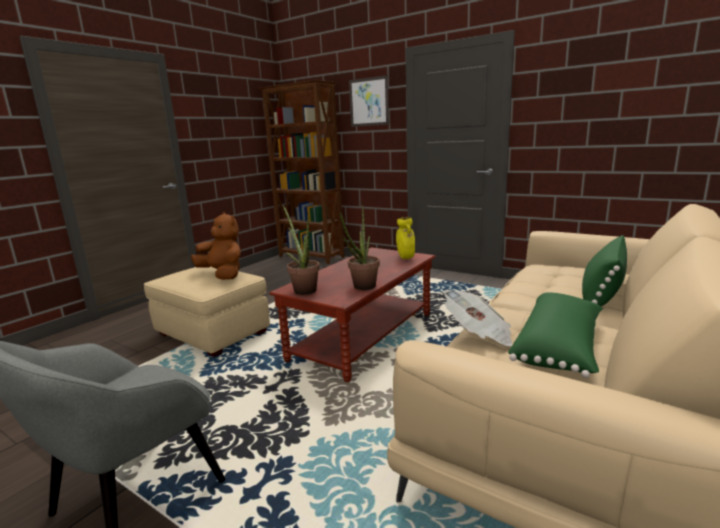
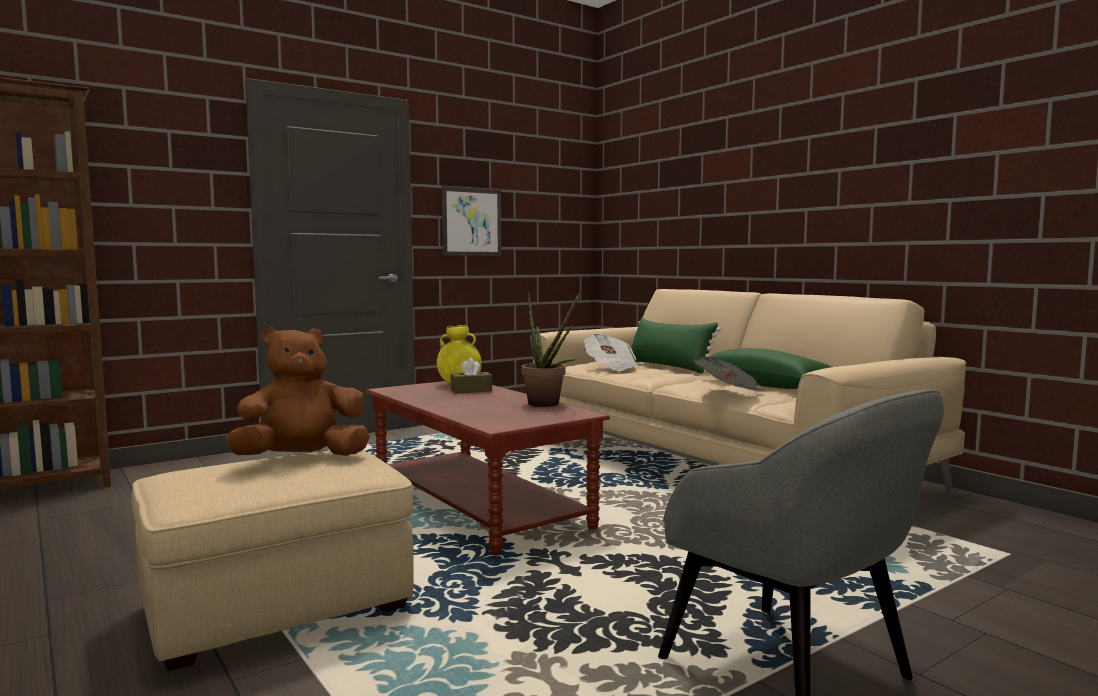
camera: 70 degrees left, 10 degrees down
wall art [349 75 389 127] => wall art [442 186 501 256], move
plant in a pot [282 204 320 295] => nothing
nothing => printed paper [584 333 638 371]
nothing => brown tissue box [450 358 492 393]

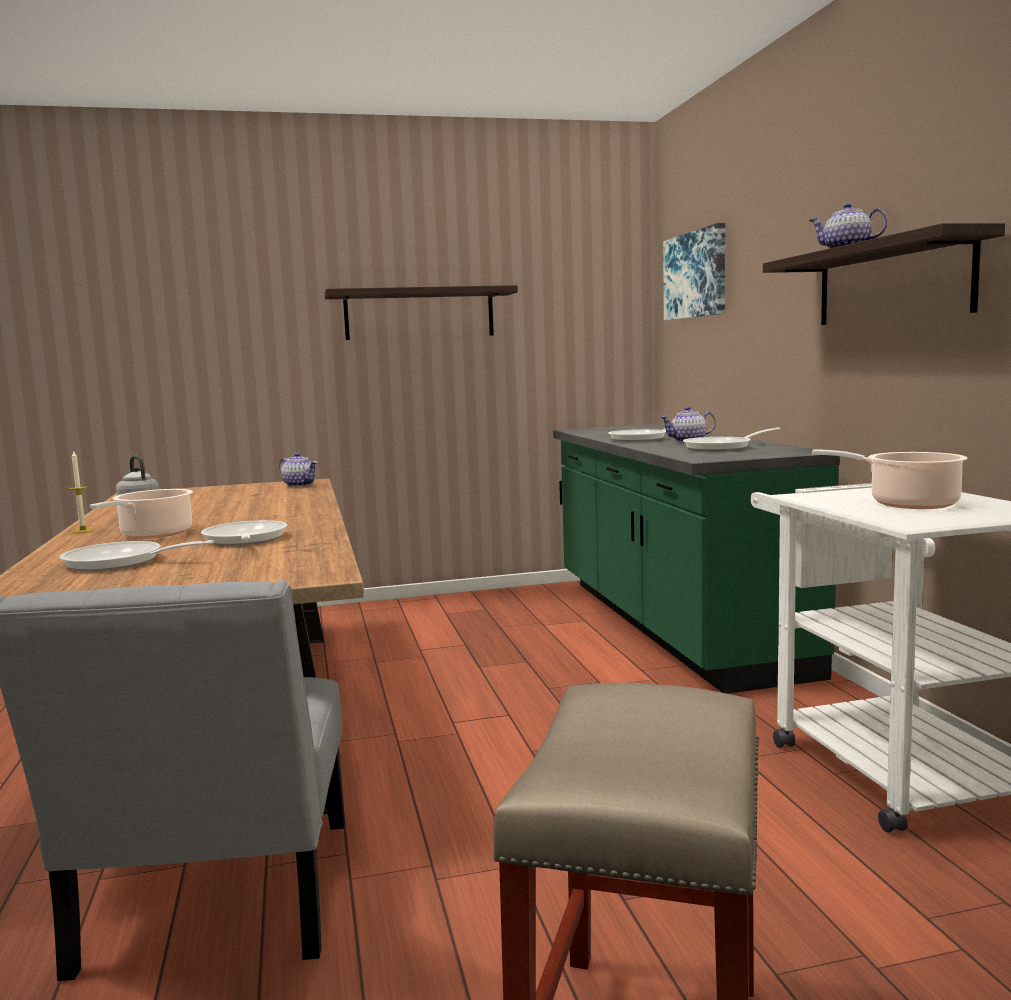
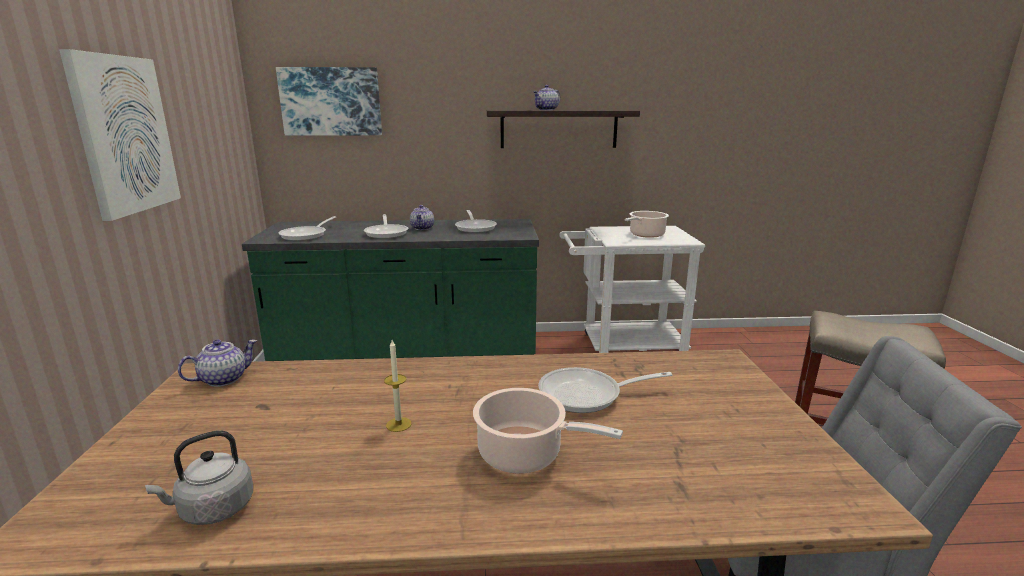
camera: 80 degrees left, 10 degrees up
wall shelf [325 285 518 340] => wall art [59 49 181 221]
wax candle [68 450 95 533] => wax candle [384 340 411 432], move
skillet [59 540 214 571] => skillet [278 216 336 241], move

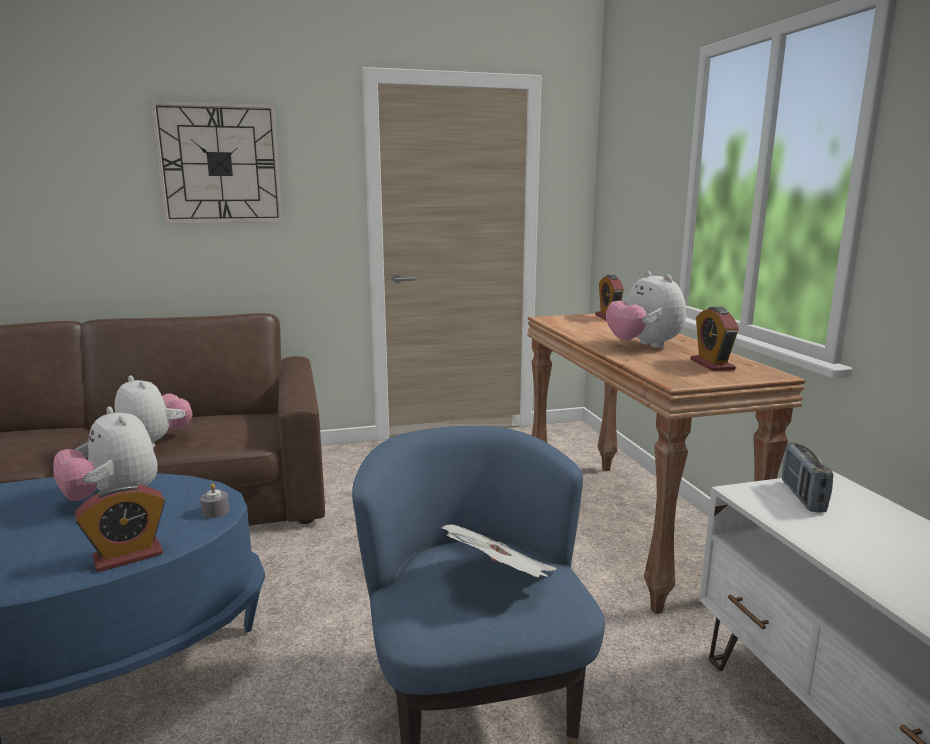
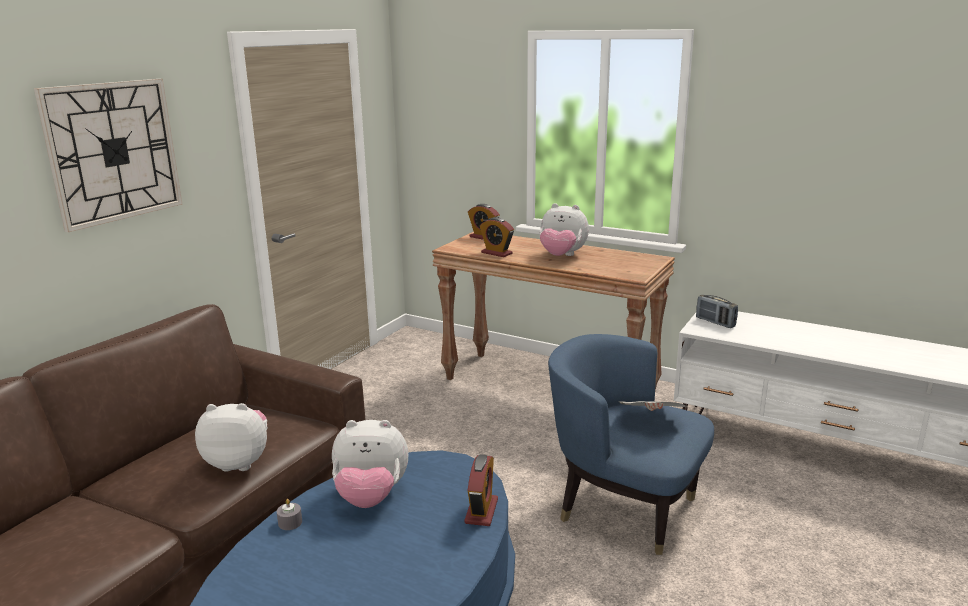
camera: 45 degrees left, 5 degrees up
table clock [691 307 739 371] => table clock [480 217 514 257], move
gray wax candle [200 483 229 518] => gray wax candle [277 499 302 530], move

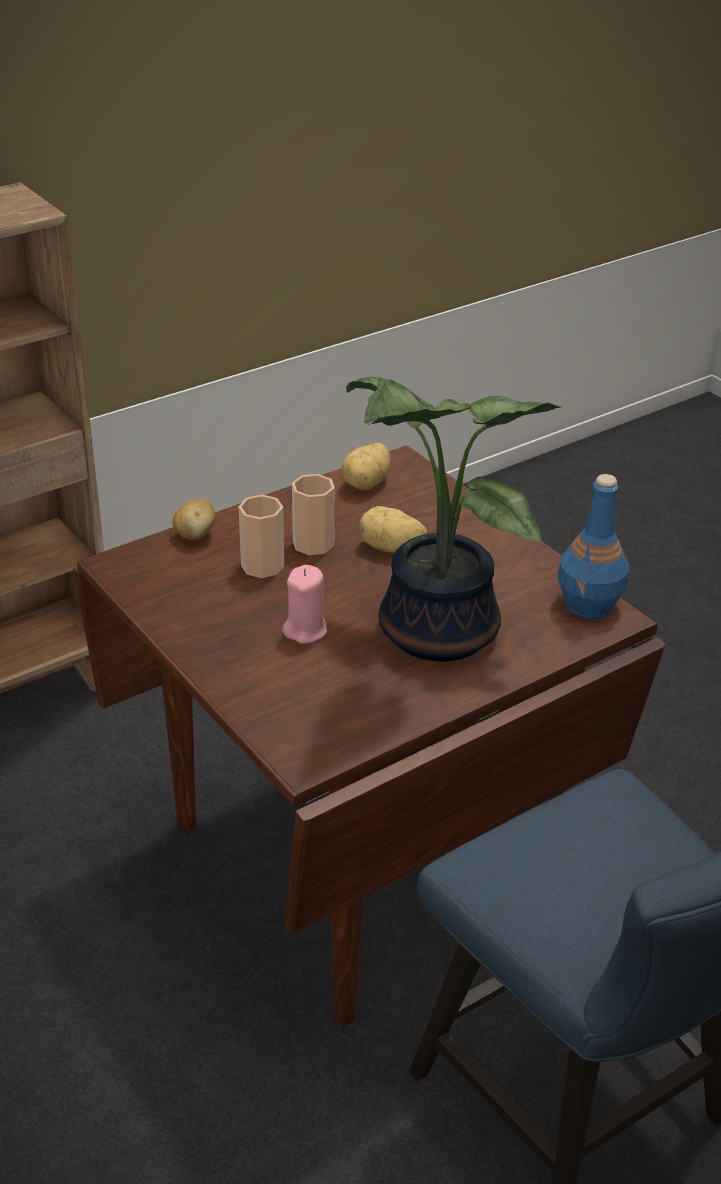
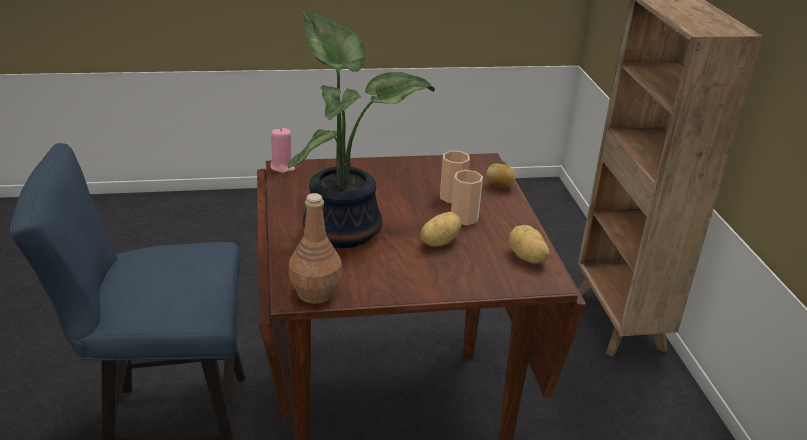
camera: 115 degrees right, 5 degrees down
blue-coloured beverage bottle [558 474 630 619] => brown beverage bottle [289 193 342 304]
pinkish wax candle [282 565 327 644] => pinkish wax candle [270 127 295 173], move

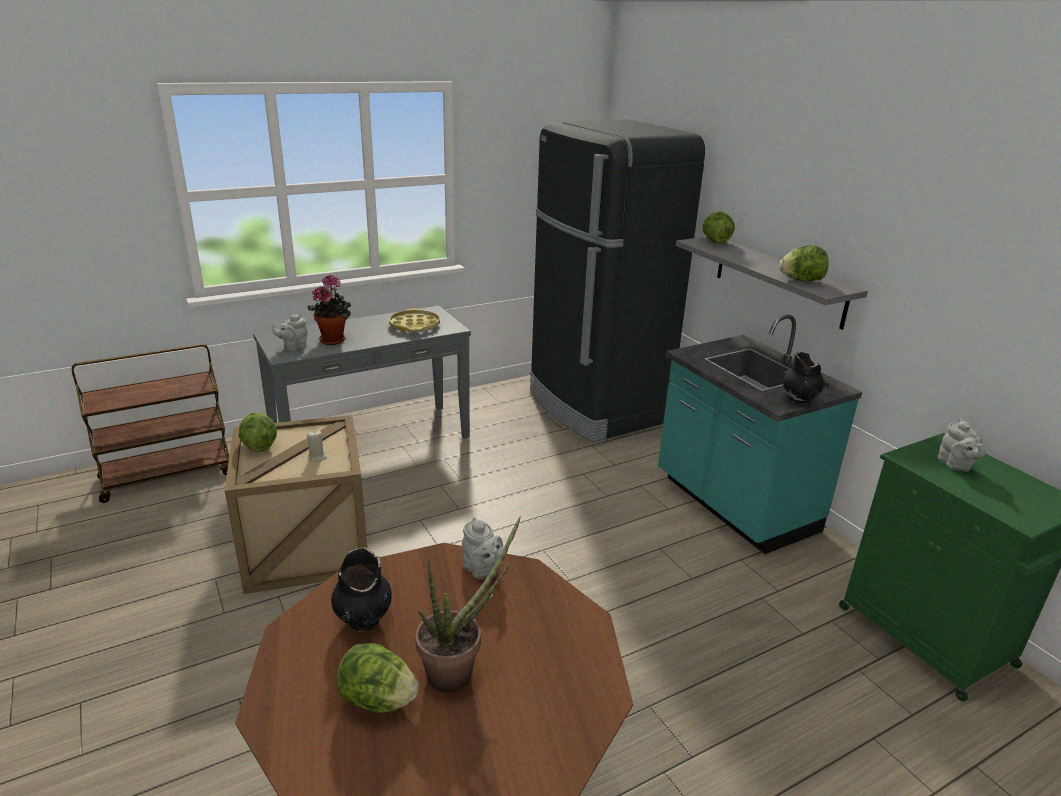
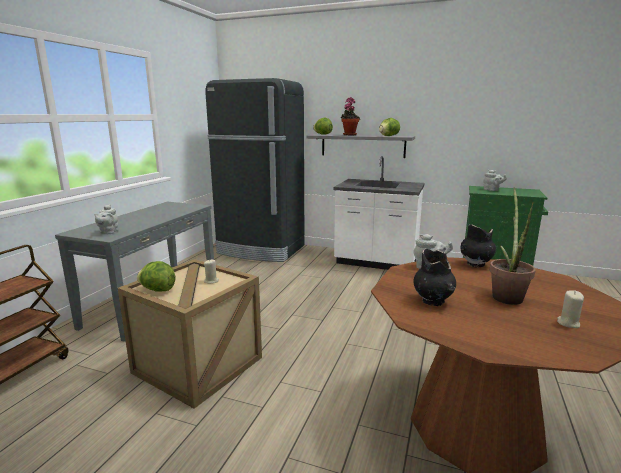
camera: 40 degrees left, 10 degrees down
plant in a pot [308 274 351 345] => plant in a pot [341 97 360 135], move
yellow serving tray [389 308 440 333] => nothing
turquoise-coloured kitchen counter [658 315 862 554] => white-coloured kitchen counter [334 156 424 270]
black-coloured decorative vase [781 351 829 405] => black-coloured decorative vase [460 224 497 267], move
lettuce head [337 643 419 713] => nothing
nothing => beige wax candle [557 290 584 328]

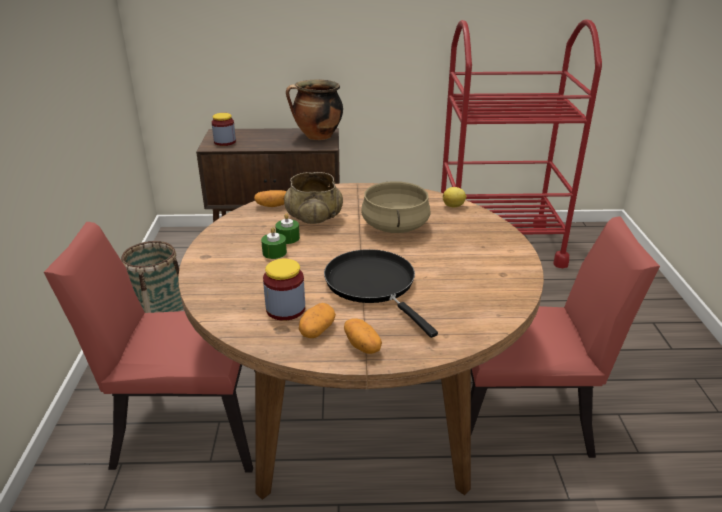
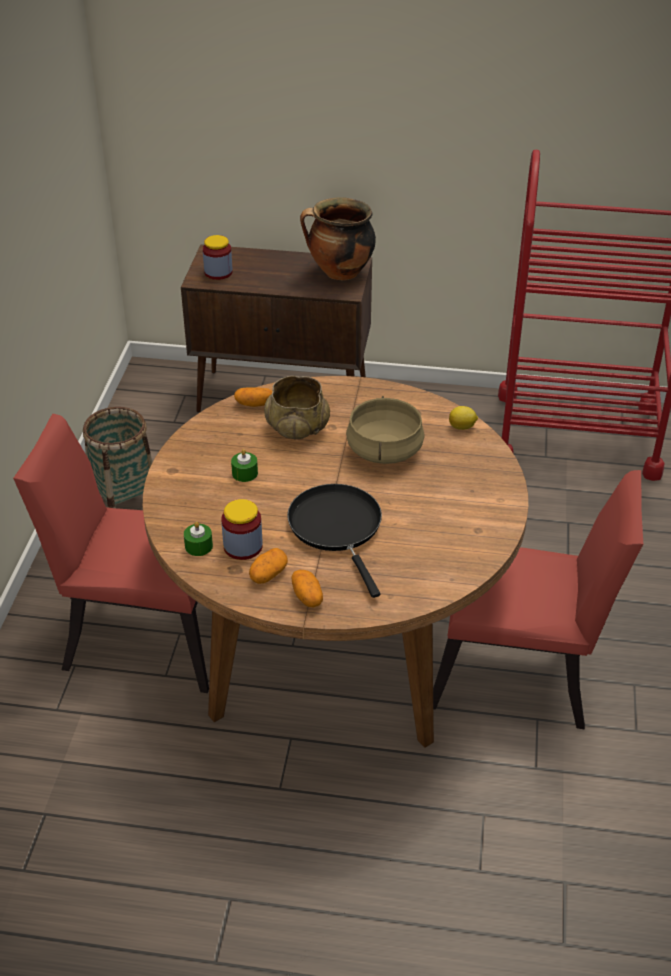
camera: 10 degrees right, 10 degrees up
greenish wax candle [275 213 300 244] => greenish wax candle [184 522 213 556], move

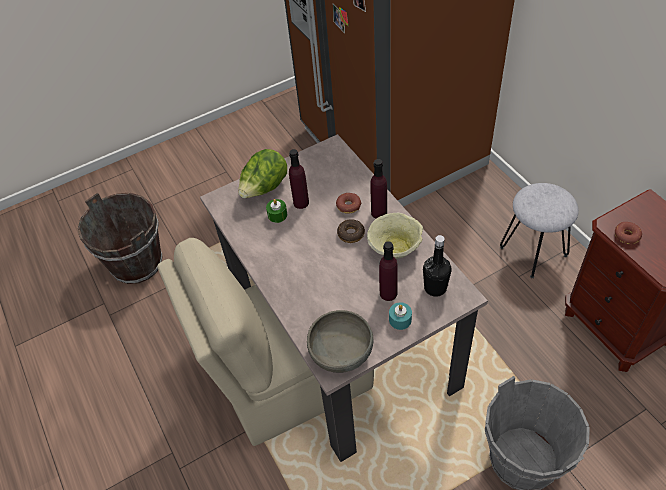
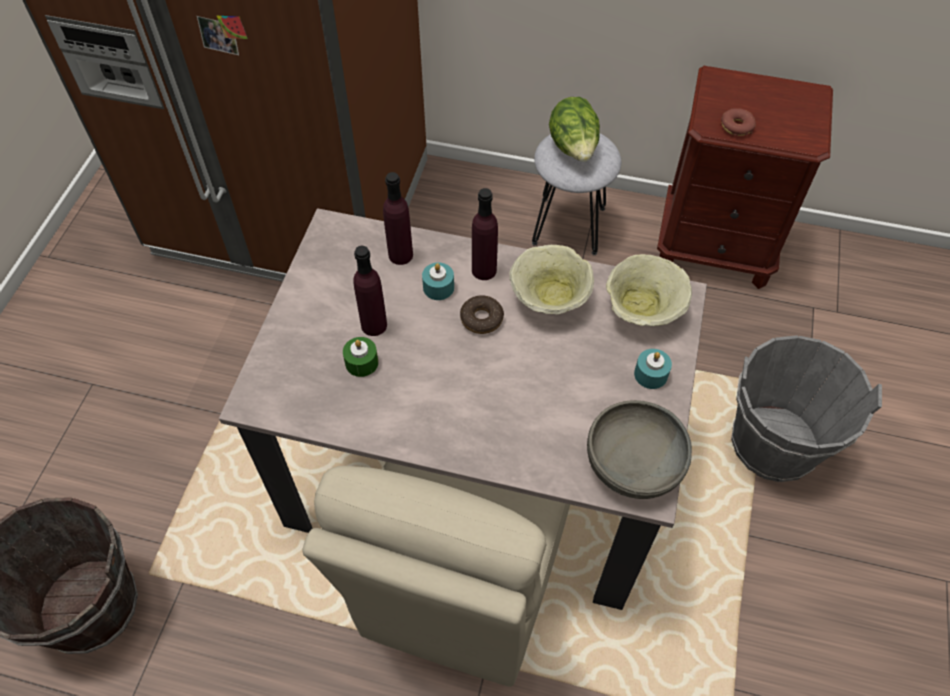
camera: 50 degrees left, 5 degrees up
lettuce head [238 149 287 198] => lettuce head [549 97 600 162], move
donut [336 193 361 214] => turquoise-coloured wax candle [422 262 454 300]
black-coloured beverage bottle [423 235 452 297] => beige bowl [606 254 692 326]
purple beverage bottle [379 241 398 301] => purple beverage bottle [383 172 413 265], move

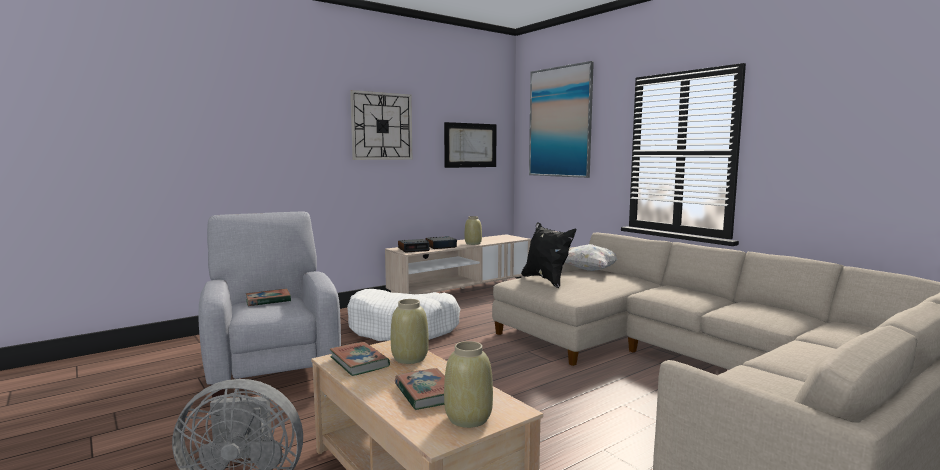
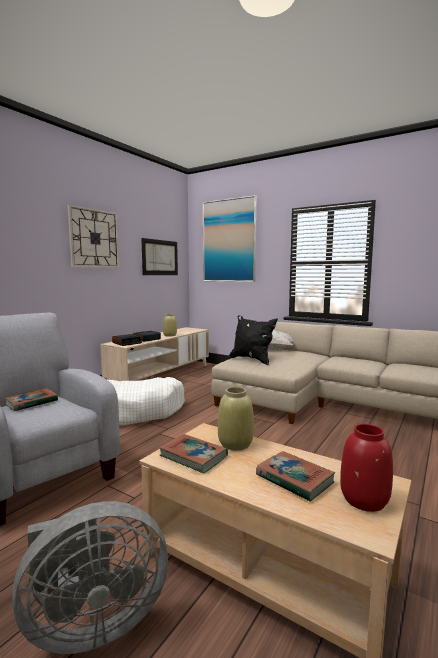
camera: 20 degrees left, 0 degrees up
beige decorative vase [444 341 493 428] => reddish decorative vase [340 424 393 512]

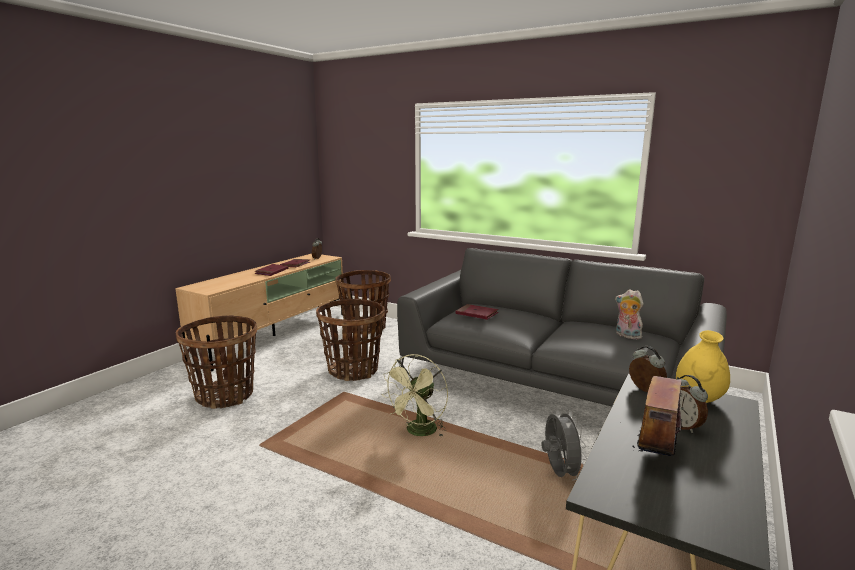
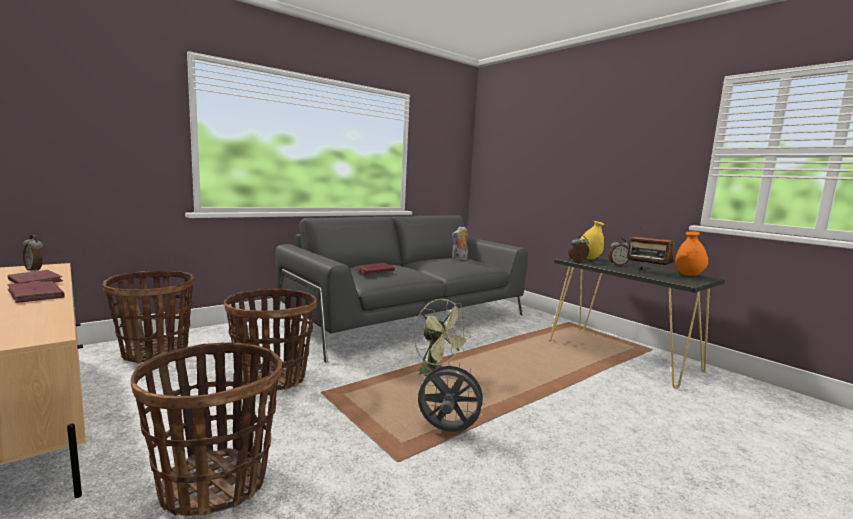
camera: 70 degrees left, 5 degrees down
gray fan [541 409 587 480] => gray fan [417 361 488 432], move
nothing => orange-coloured decorative vase [675 231 708 276]

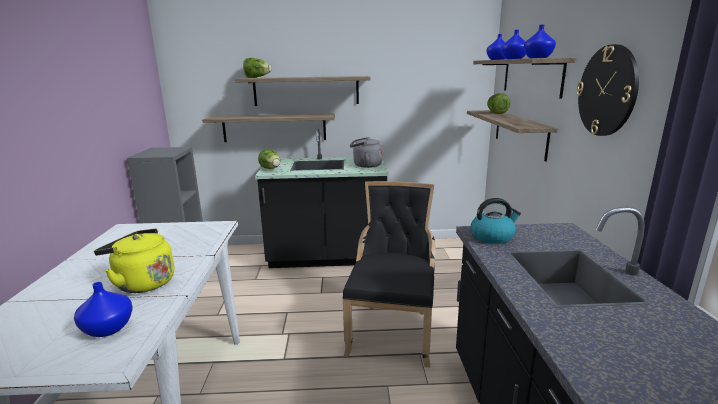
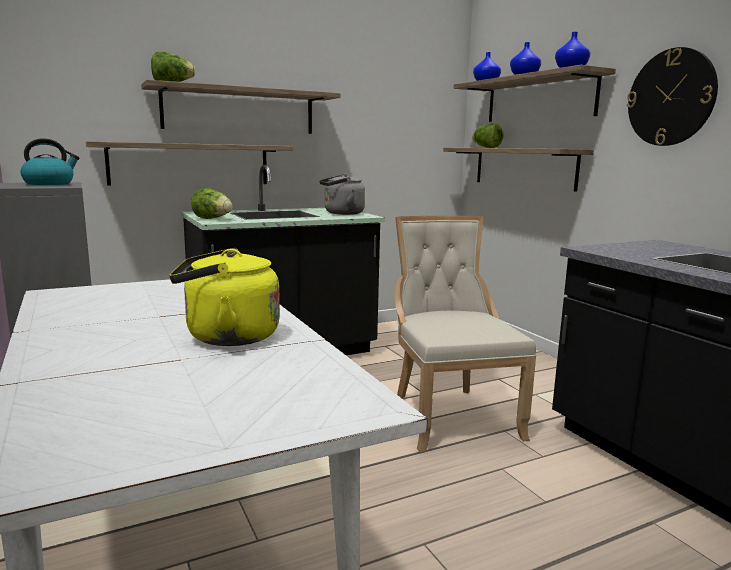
camera: 25 degrees left, 5 degrees down
black-coloured plain chair [343 181 436 368] => beige plain chair [394 216 537 452]
water kettle [471 198 521 244] => water kettle [20 138 79 185], move
blue-coloured decorative vase [74 282 132 337] => nothing

